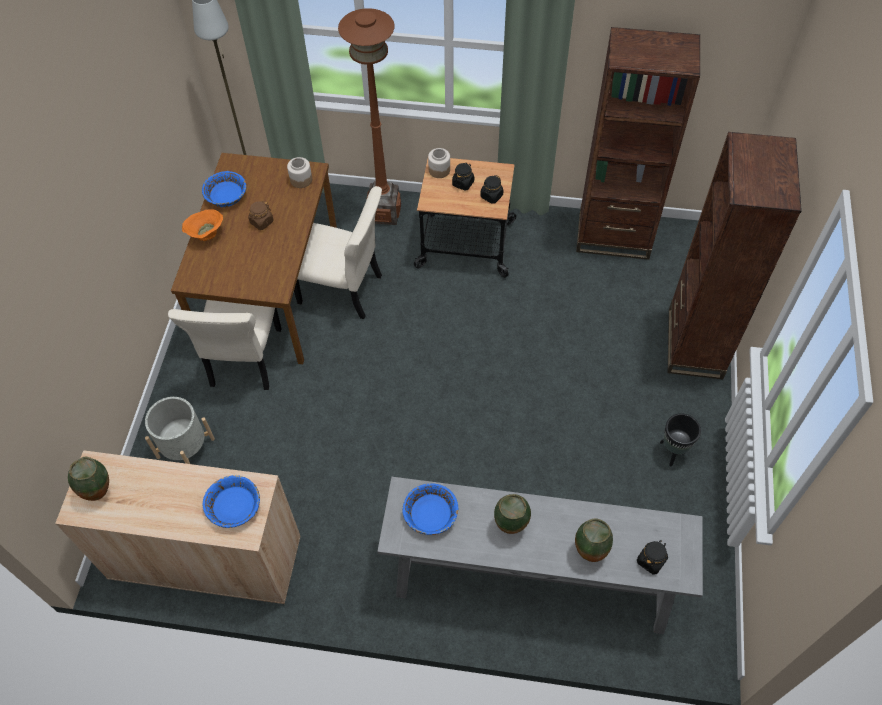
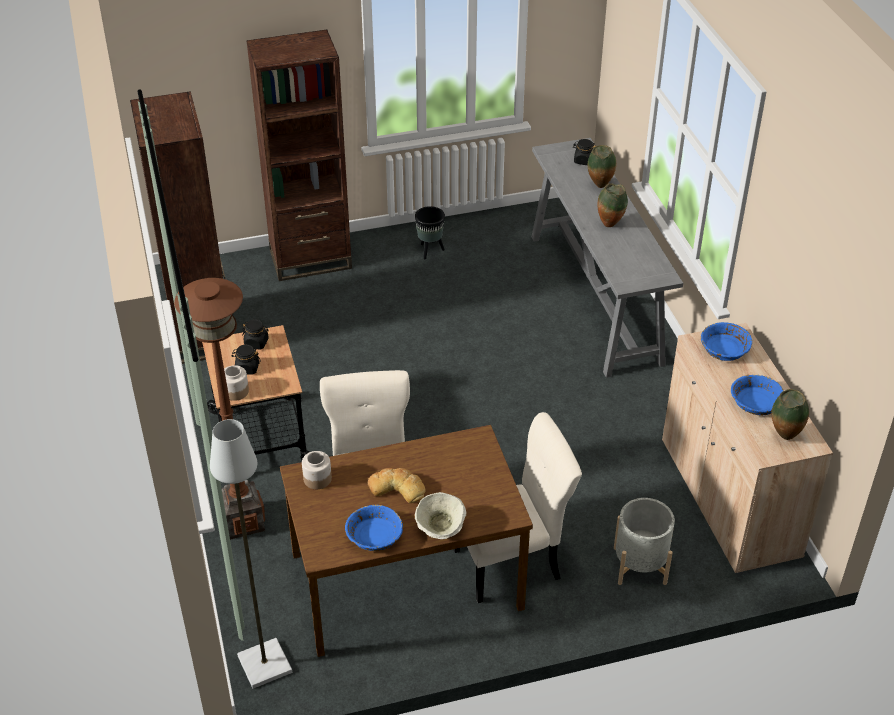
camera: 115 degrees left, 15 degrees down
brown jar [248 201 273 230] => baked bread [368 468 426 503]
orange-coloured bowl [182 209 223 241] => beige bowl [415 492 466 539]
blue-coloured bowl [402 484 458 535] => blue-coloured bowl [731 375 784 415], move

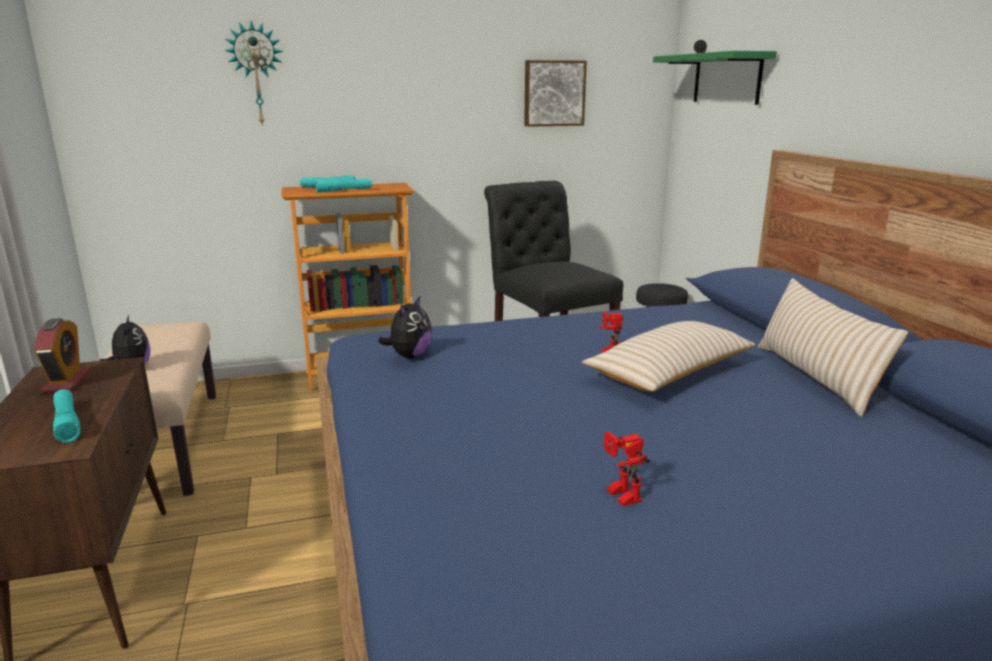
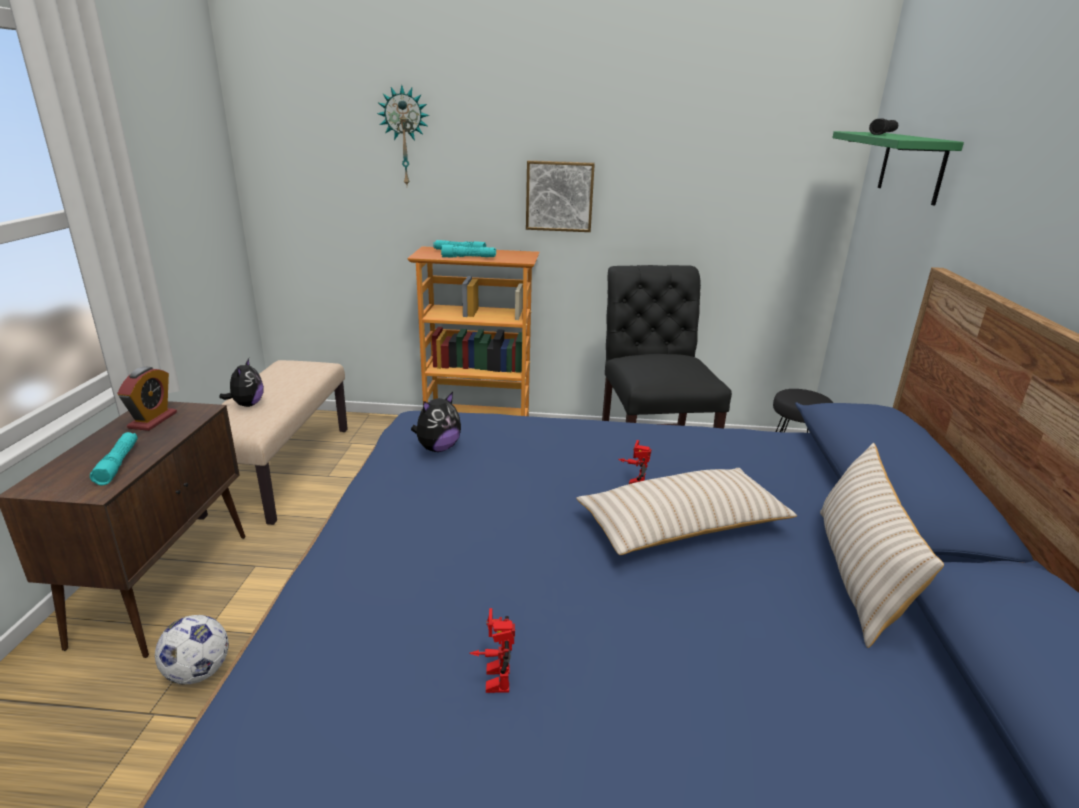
camera: 20 degrees right, 5 degrees up
wall art [524 60 587 127] => wall art [526 160 595 232], move
nothing => football [155 615 229 685]

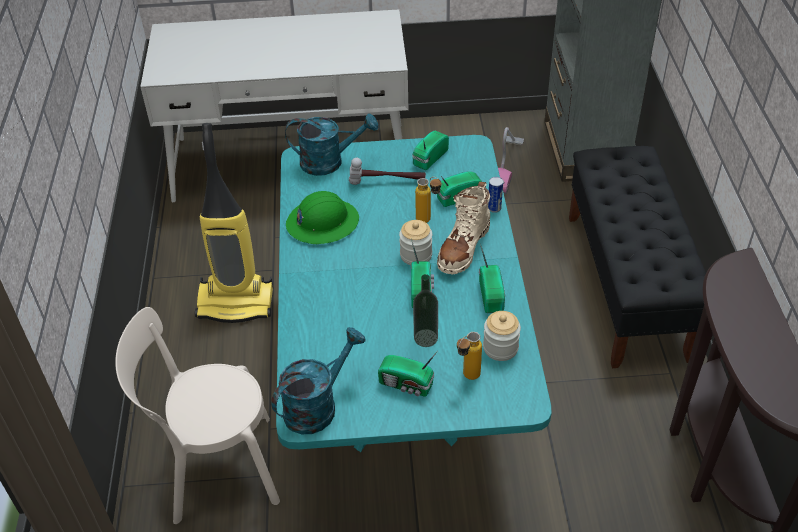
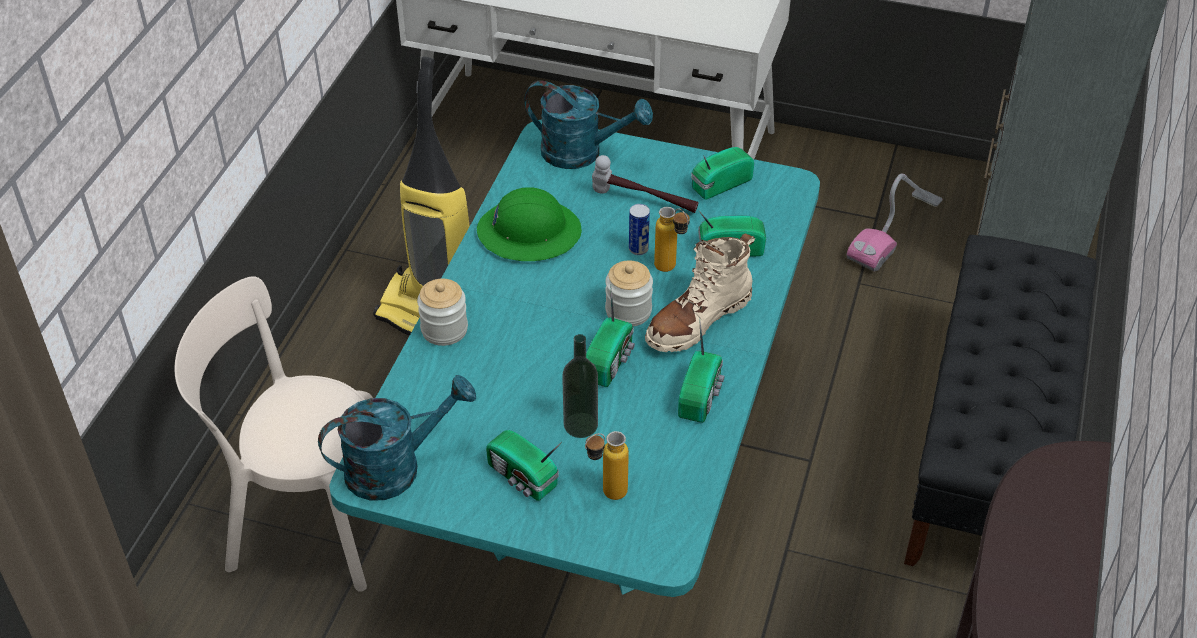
camera: 20 degrees right, 0 degrees up
can [488 177 503 213] => can [629 204 650 255], move
jar [483 311 521 361] => jar [417 279 468 346], move

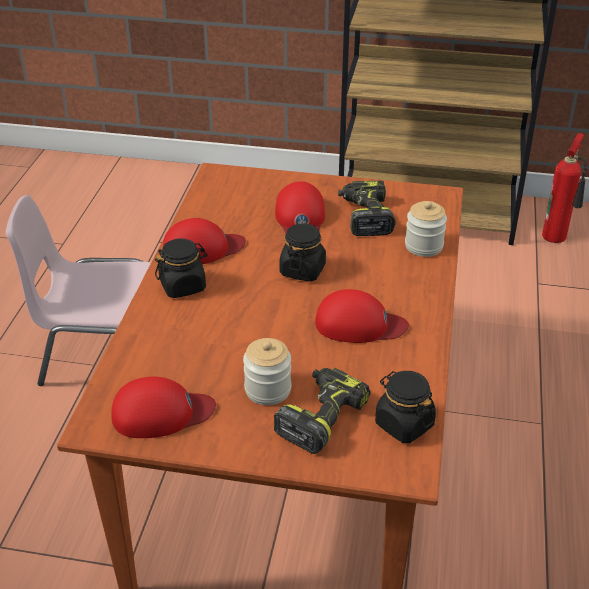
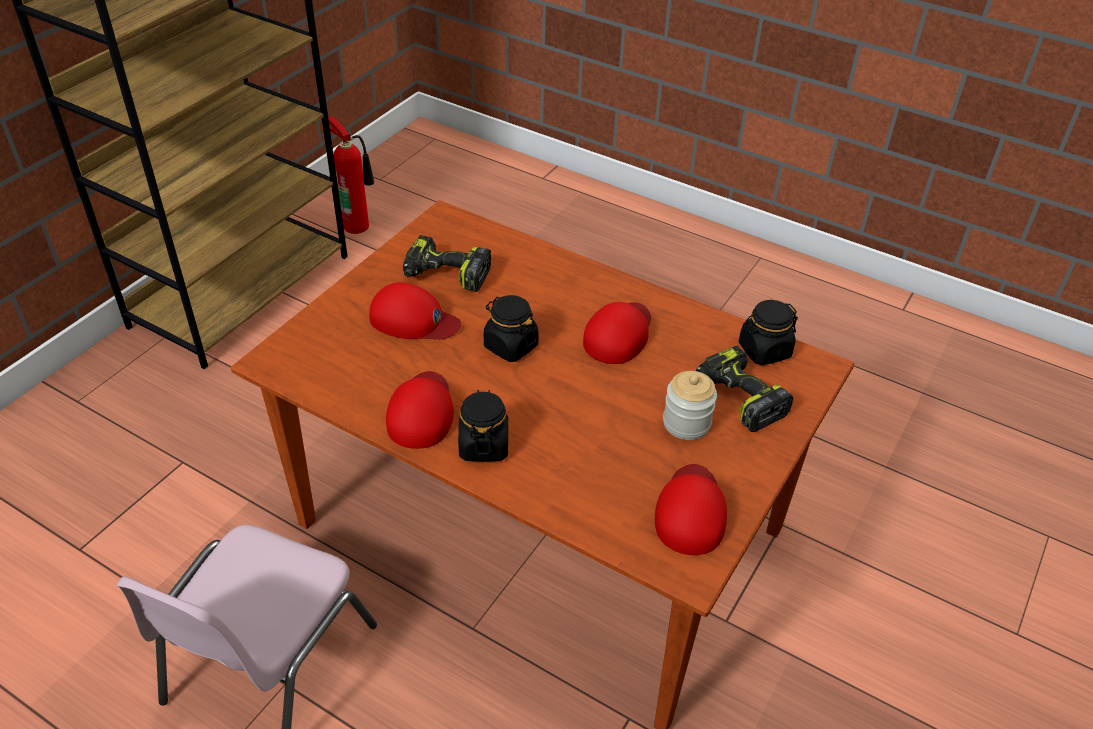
camera: 70 degrees left, 5 degrees up
jar [405 201 447 257] => nothing

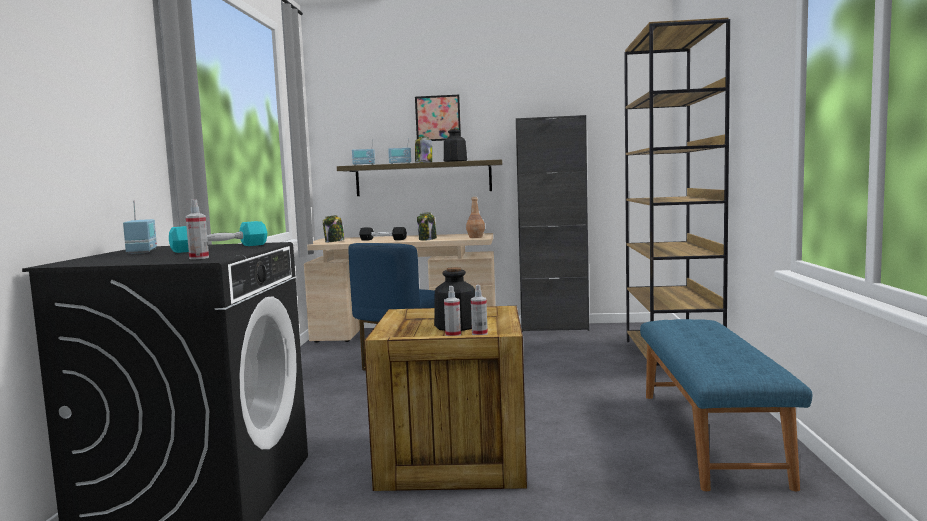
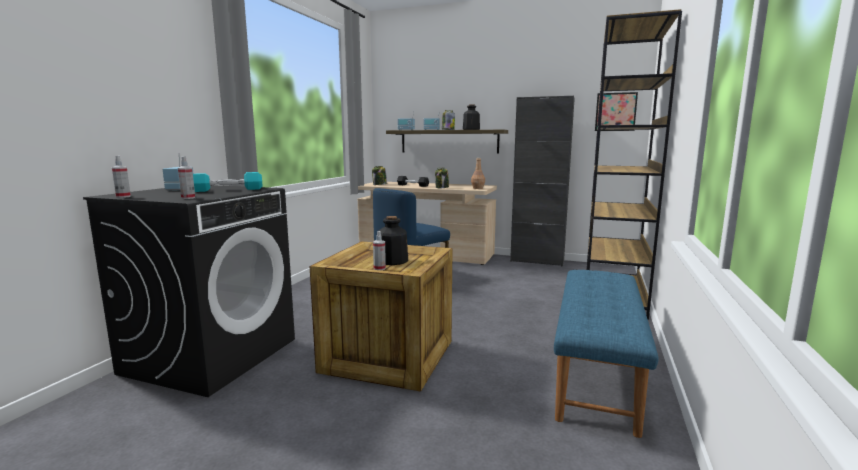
camera: 15 degrees right, 5 degrees up
wall art [415 95 461 141] => wall art [595 92 638 131], move
hand sprayer [471 285 488 335] => hand sprayer [112 156 131 198], move

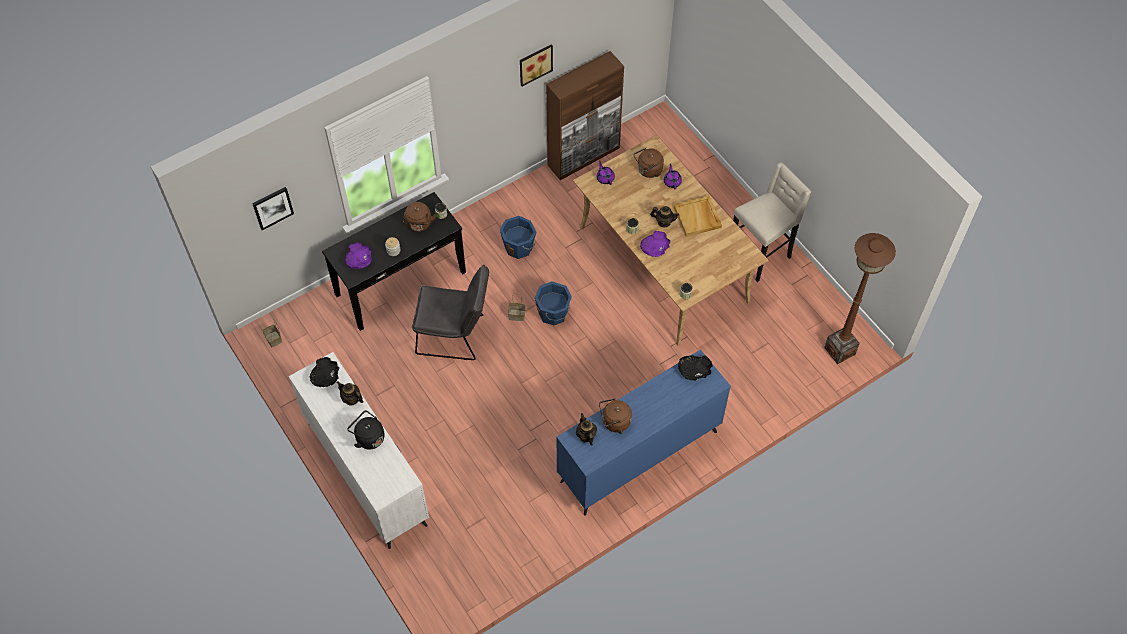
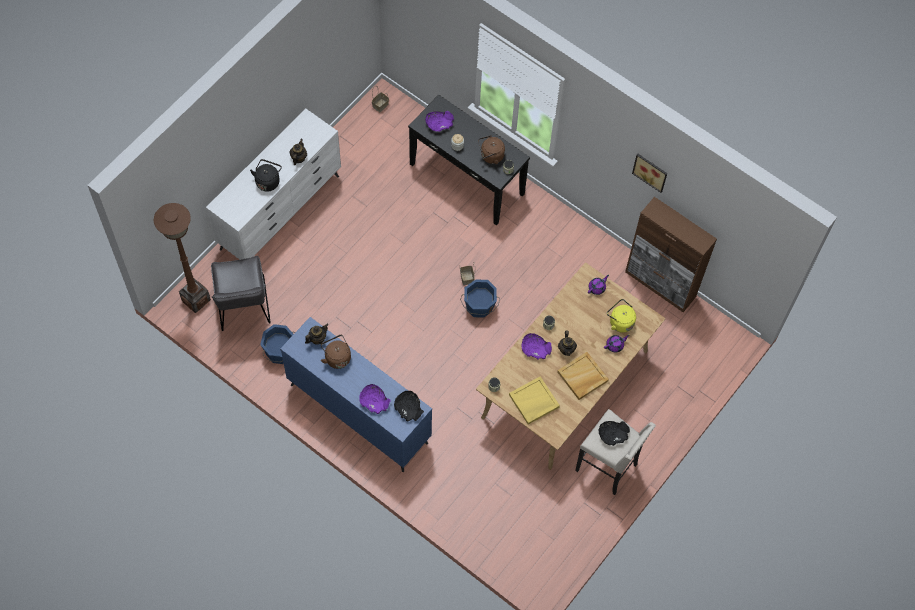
camera: 70 degrees right, 5 degrees up
brown water kettle [634 148 664 178] => yellow water kettle [607 299 636 333]
wall art [252 187 294 230] => nothing
blue-coloured pail [500 216 537 259] => blue-coloured pail [260 324 295 364], move
brown standard lamp [824 233 896 364] => brown standard lamp [154 203 211 313], move
gray plain chair [412 264 489 360] => gray plain chair [211 256 271 331], move
black-coloured bowl [310 357 339 387] => black-coloured bowl [599 421 630 446], move
nothing => yellow serving tray [509 376 560 425]
nothing => purple bowl [359 384 391 414]

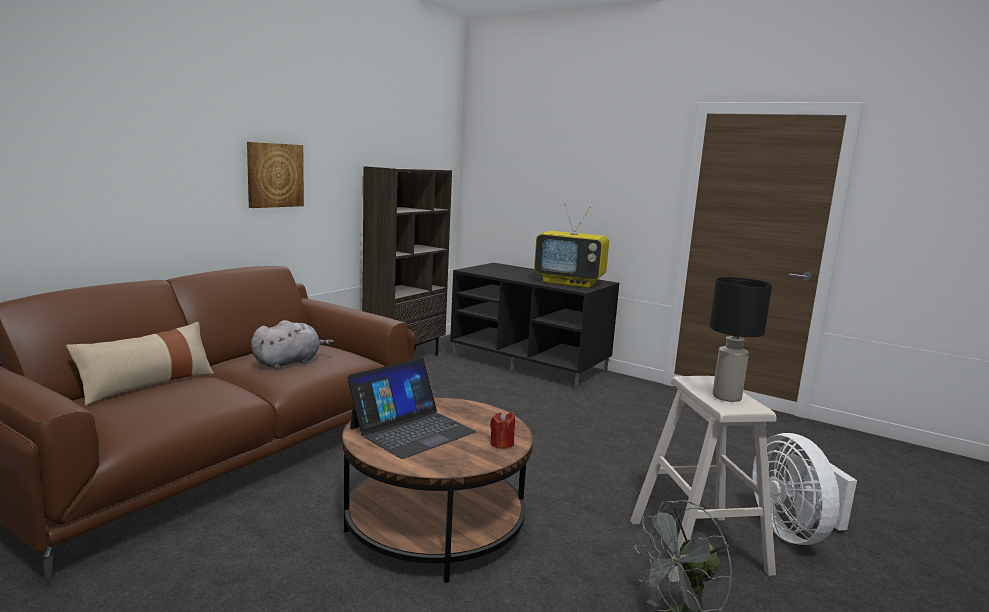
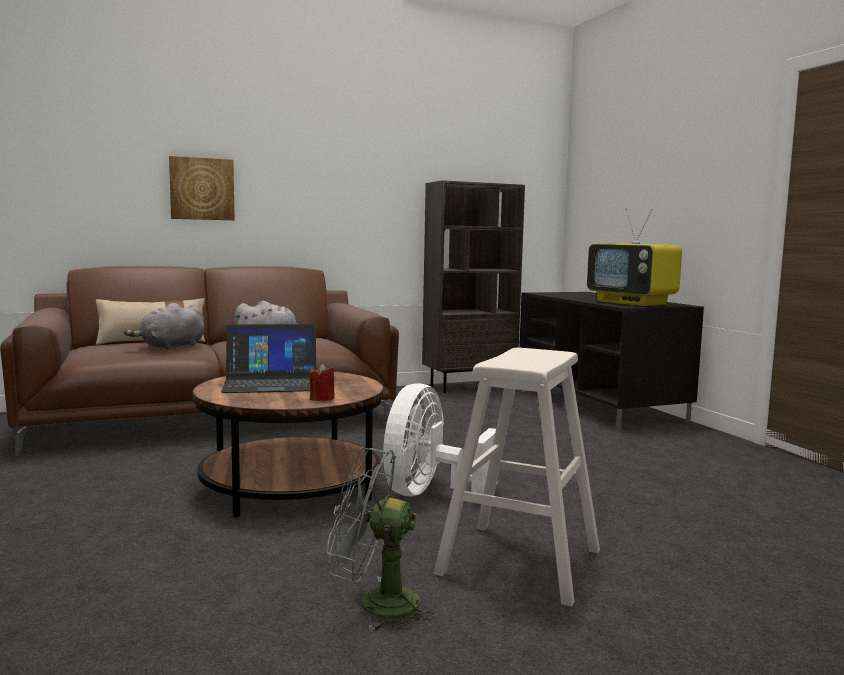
camera: 35 degrees right, 5 degrees down
wall art [247 142 304 208] => wall art [169 156 235 220], move
black-coloured tabletop lamp [710 277 772 402] => nothing
white-coloured fan [753 433 857 545] => white-coloured fan [383 383 498 496], move
nothing => gray soft toy [124 303 204 350]

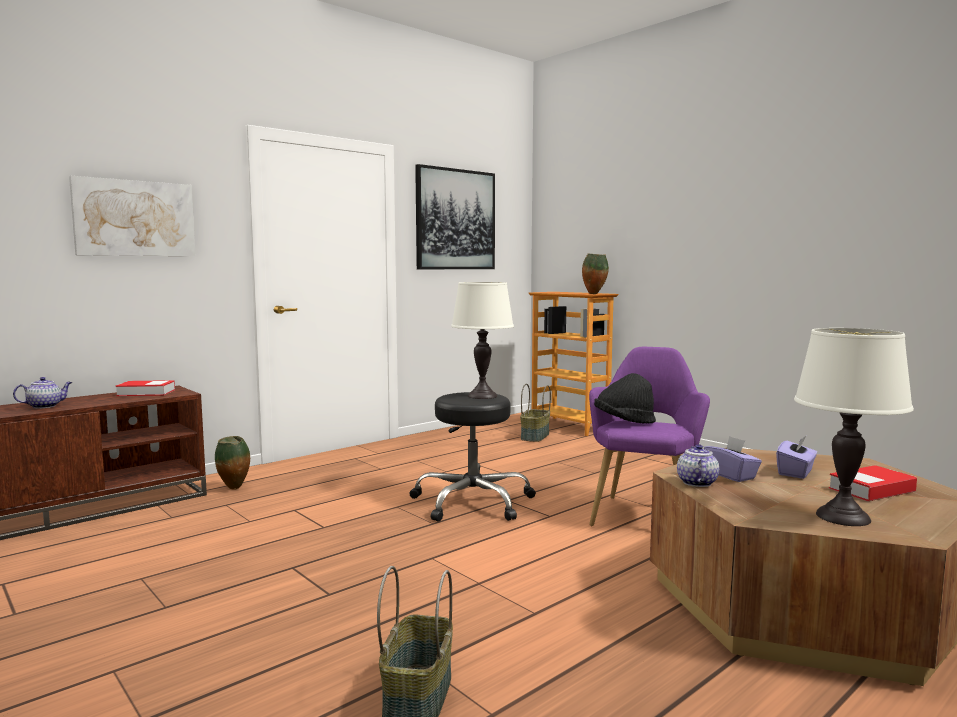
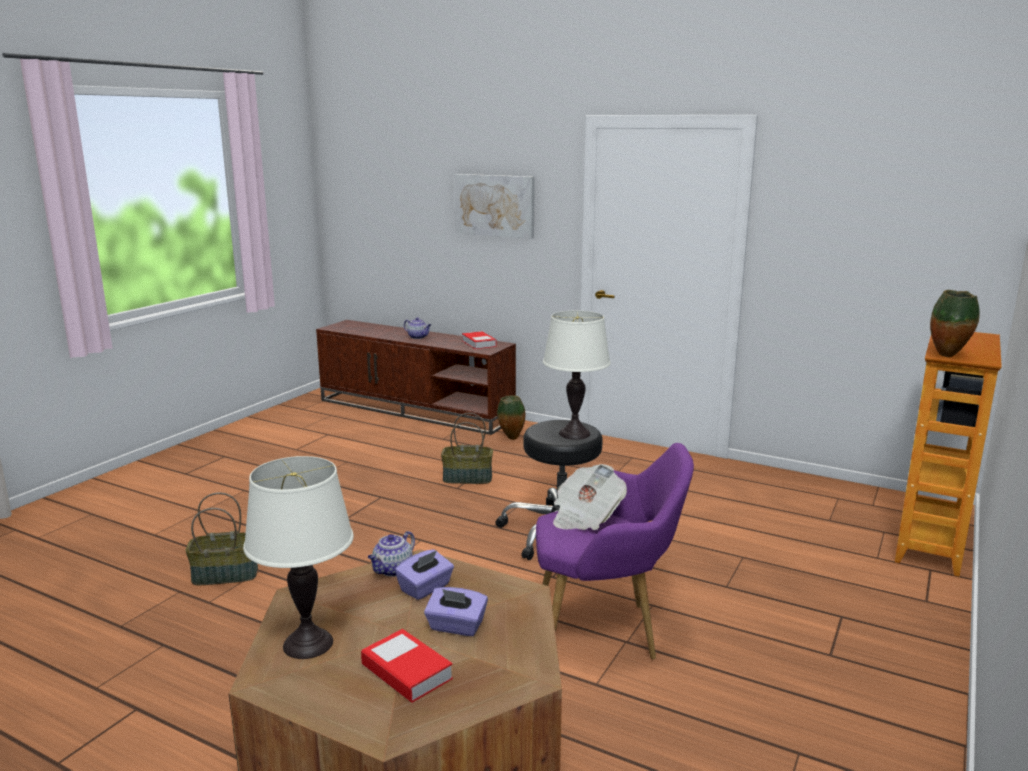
camera: 70 degrees right, 10 degrees up
wall art [415 164 495 269] => nothing
black-coloured wearable hat [594 373 656 424] => printed paper [553 464 627 530]
household basket [520 384 551 442] => household basket [441 413 493 484], move
pot for tea [677 444 719 487] => pot for tea [368 531 415 577], 135 degrees clockwise

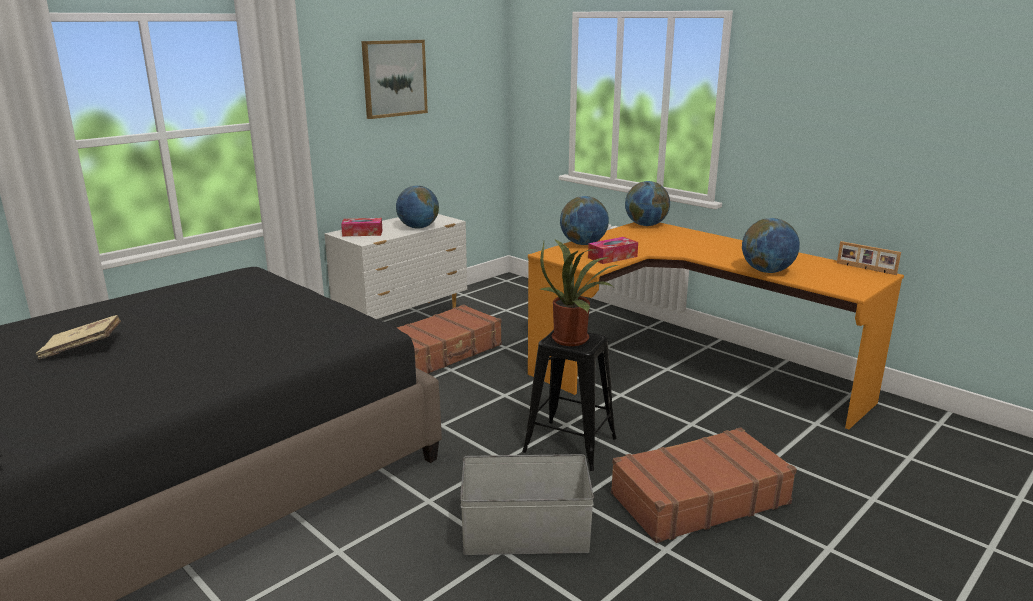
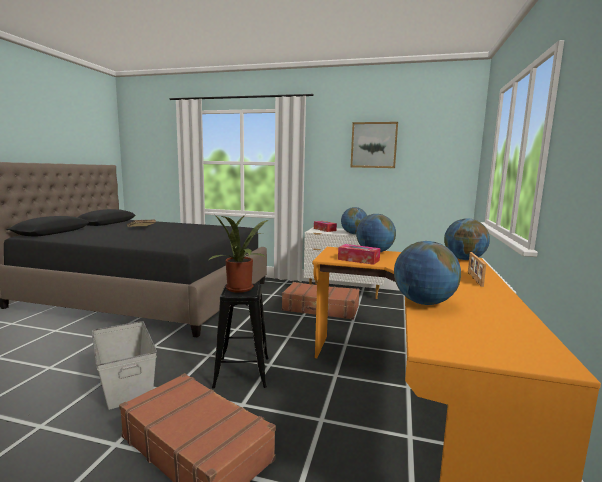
camera: 60 degrees right, 10 degrees down
picture frame [837 241 901 275] => picture frame [468 252 486 287], move

